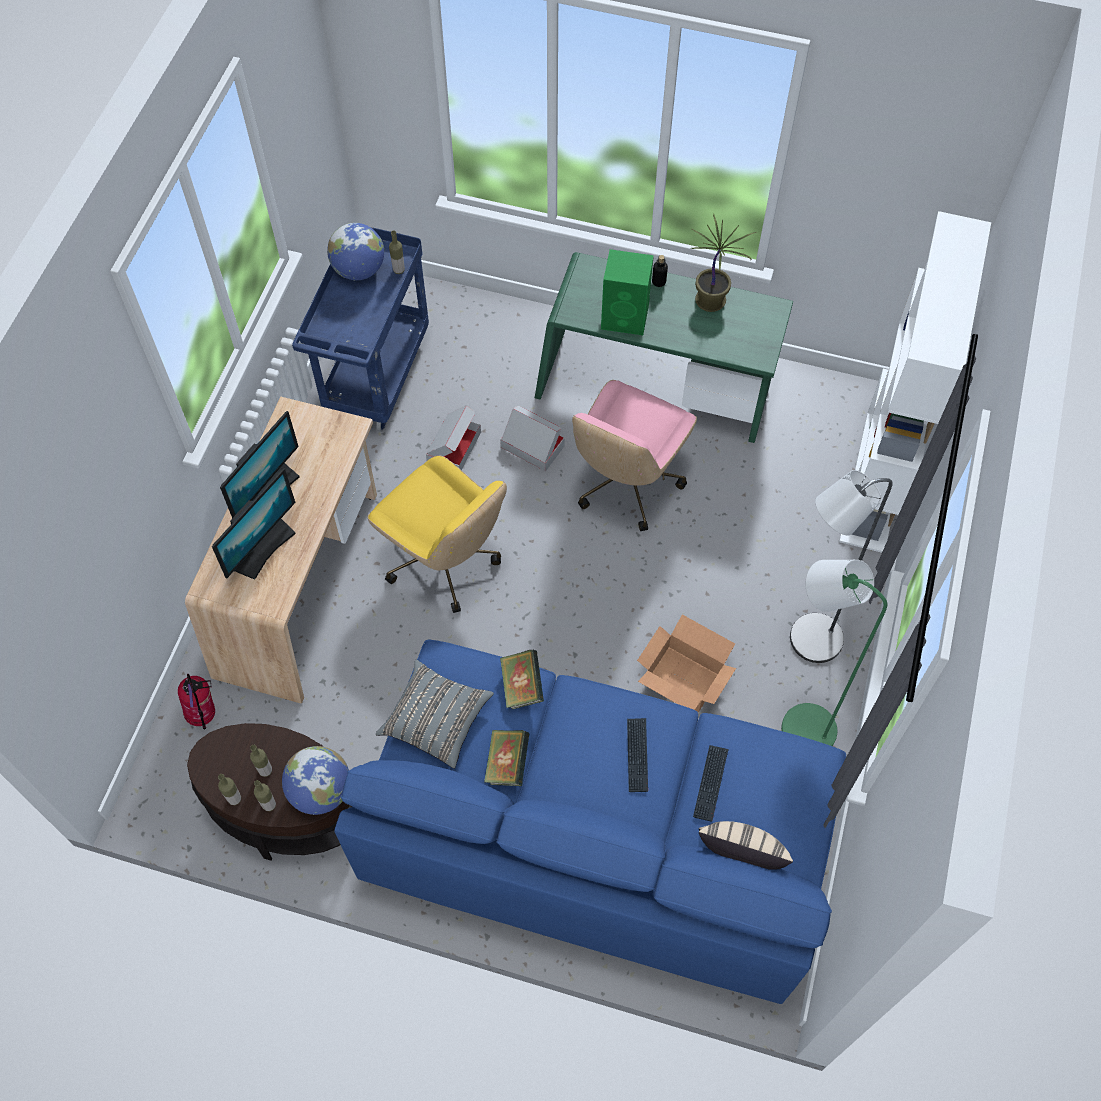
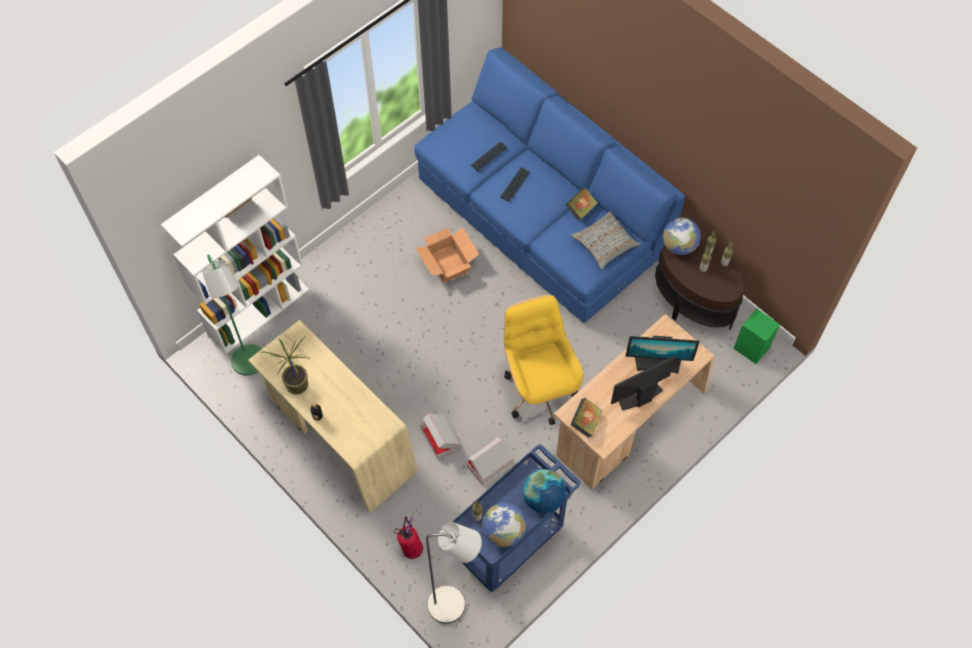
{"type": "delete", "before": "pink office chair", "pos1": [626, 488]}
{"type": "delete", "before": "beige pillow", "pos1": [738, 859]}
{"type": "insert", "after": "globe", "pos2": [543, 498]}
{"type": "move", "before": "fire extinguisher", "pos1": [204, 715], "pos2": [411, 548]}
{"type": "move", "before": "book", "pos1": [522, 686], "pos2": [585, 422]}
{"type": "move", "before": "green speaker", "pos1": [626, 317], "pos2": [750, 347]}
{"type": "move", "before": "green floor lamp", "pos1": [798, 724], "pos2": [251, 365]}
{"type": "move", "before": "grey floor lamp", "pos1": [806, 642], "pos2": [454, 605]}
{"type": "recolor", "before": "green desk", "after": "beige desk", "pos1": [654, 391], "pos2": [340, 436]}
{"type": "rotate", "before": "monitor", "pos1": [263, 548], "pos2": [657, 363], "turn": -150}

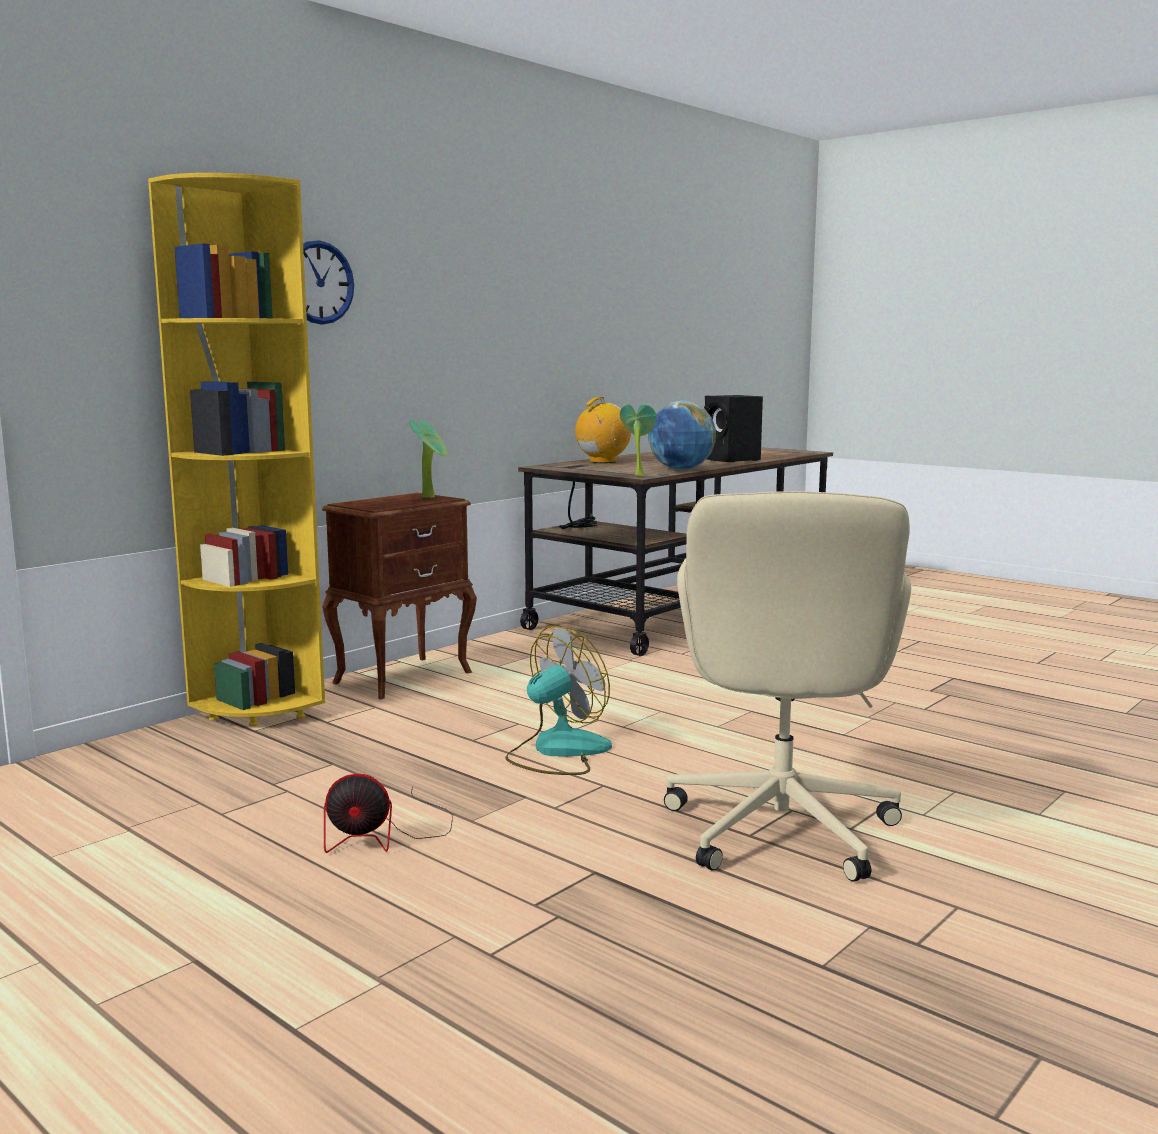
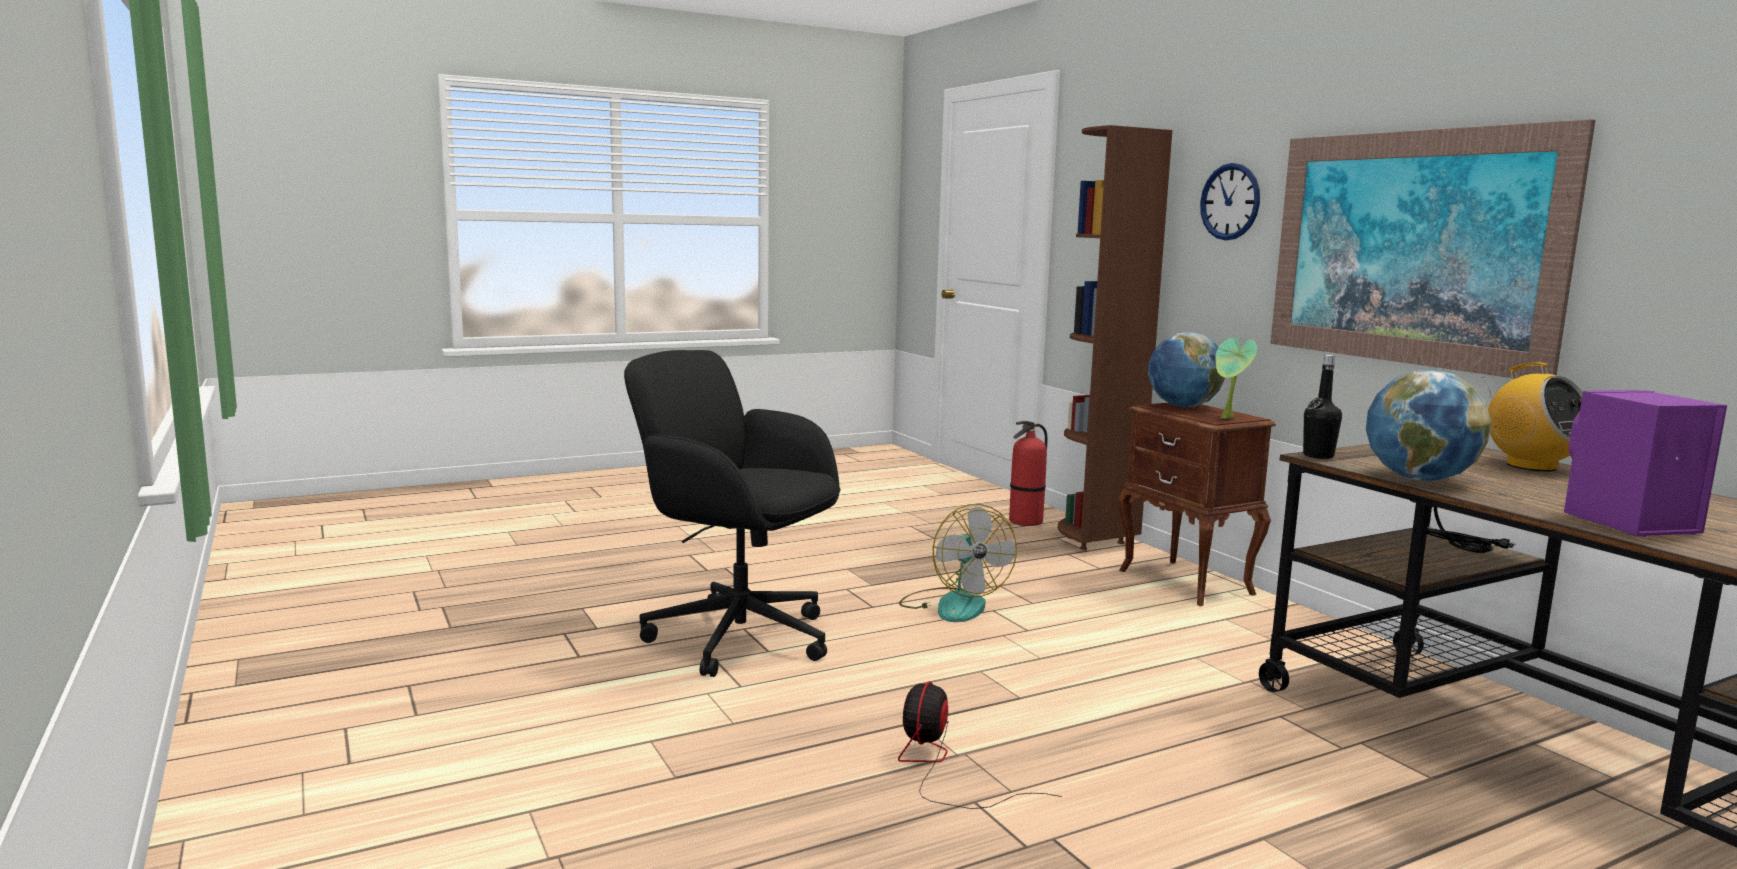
{"type": "insert", "after": "fire extinguisher", "pos2": [1026, 522]}
{"type": "insert", "after": "globe", "pos2": [1183, 407]}
{"type": "insert", "after": "picture", "pos2": [1411, 248]}
{"type": "move", "before": "fan", "pos1": [385, 835], "pos2": [941, 767]}
{"type": "replace", "before": "potted plant", "after": "black bottle", "pos1": [637, 476], "pos2": [1318, 456]}
{"type": "recolor", "before": "yellow bookcase", "after": "brown bookcase", "pos1": [258, 716], "pos2": [1090, 539]}
{"type": "recolor", "before": "beige office chair", "after": "black office chair", "pos1": [780, 831], "pos2": [738, 638]}
{"type": "recolor", "before": "black speaker", "after": "purple speaker", "pos1": [732, 460], "pos2": [1626, 523]}

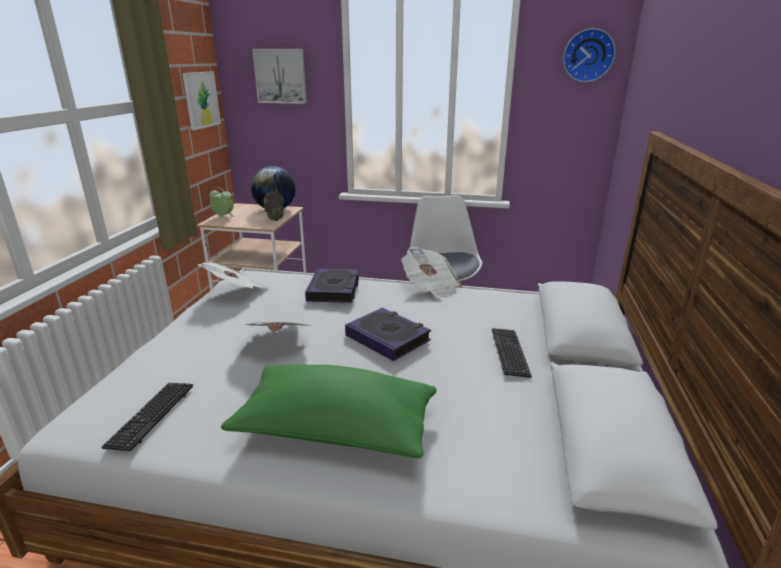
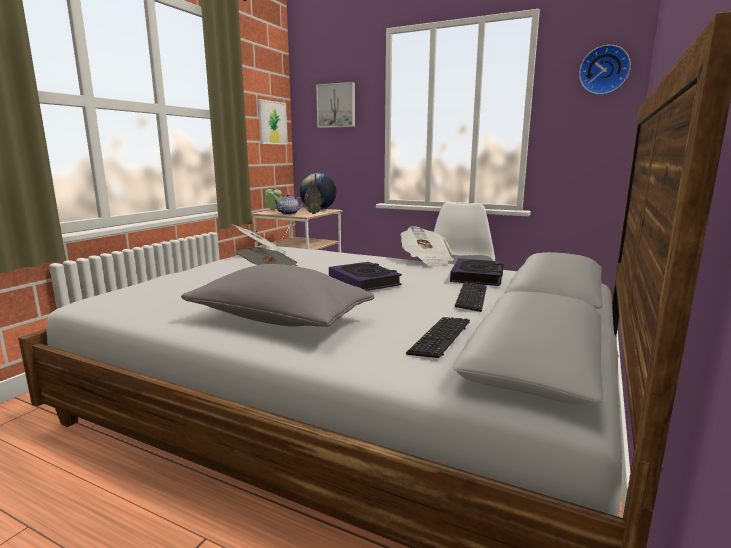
{"type": "insert", "after": "teapot", "pos2": [289, 214]}
{"type": "move", "before": "keyboard", "pos1": [151, 416], "pos2": [440, 338]}
{"type": "move", "before": "book", "pos1": [334, 290], "pos2": [477, 277]}
{"type": "recolor", "before": "green pillow", "after": "grey pillow", "pos1": [335, 430], "pos2": [279, 321]}

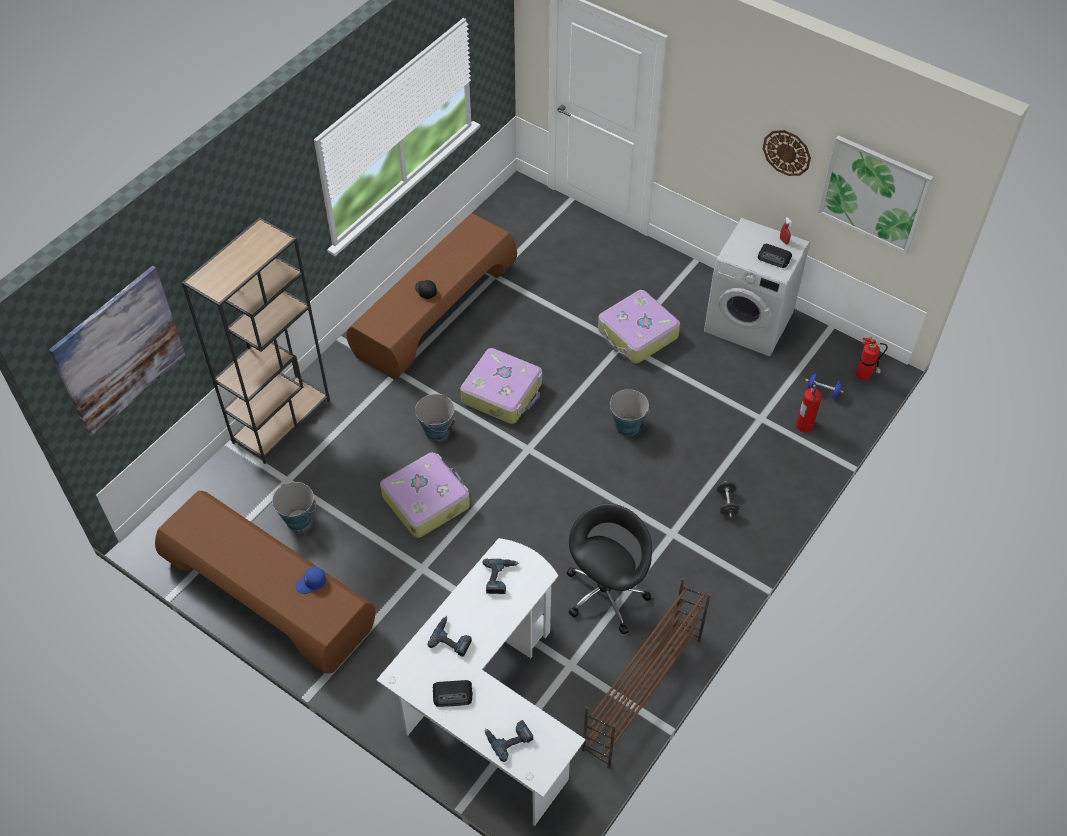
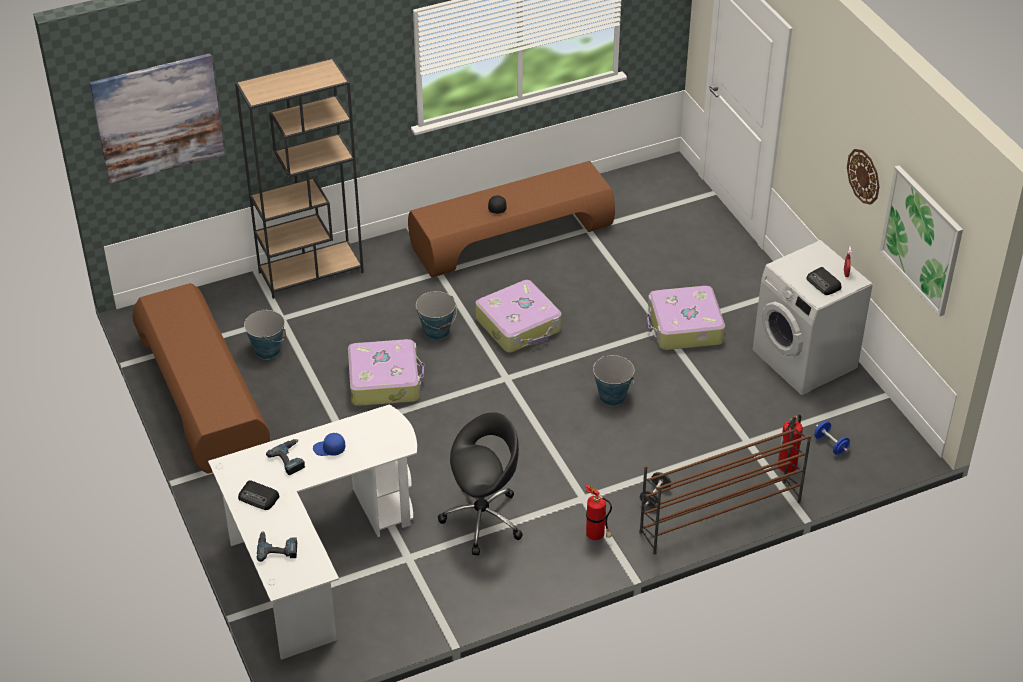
{"type": "delete", "before": "power drill", "pos1": [500, 577]}
{"type": "move", "before": "blue cap", "pos1": [311, 583], "pos2": [329, 449]}
{"type": "move", "before": "brown shoe rack", "pos1": [641, 694], "pos2": [719, 517]}
{"type": "move", "before": "fire extinguisher", "pos1": [865, 376], "pos2": [597, 536]}

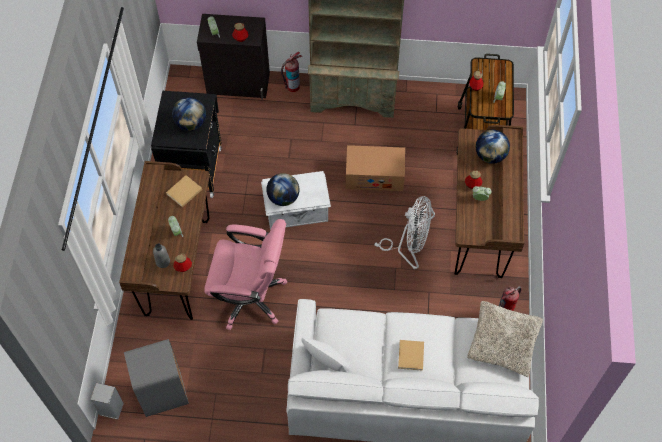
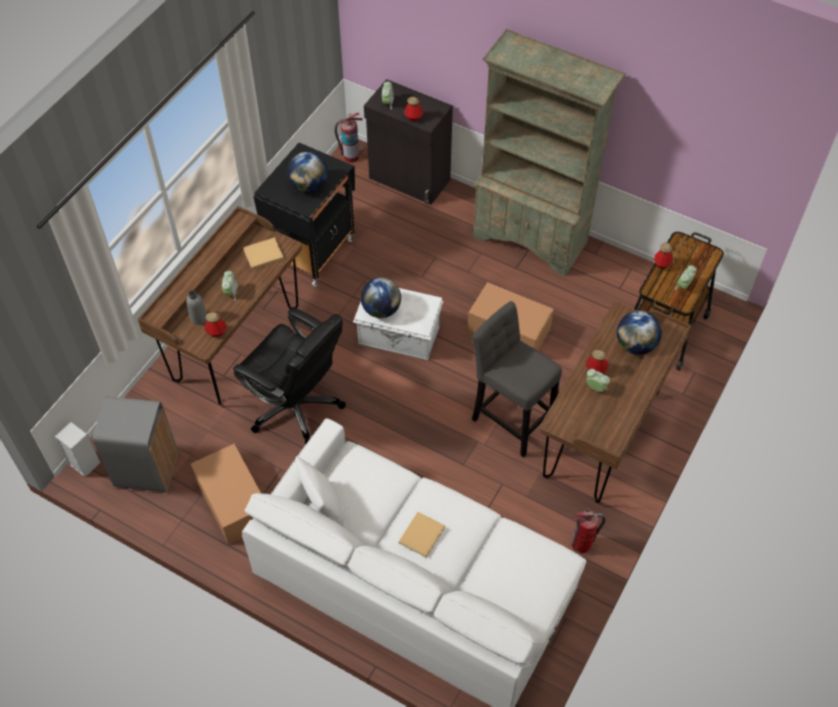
{"type": "delete", "before": "beige pillow", "pos1": [502, 342]}
{"type": "insert", "after": "cardboard box", "pos2": [233, 502]}
{"type": "move", "before": "fire extinguisher", "pos1": [292, 86], "pos2": [351, 156]}
{"type": "replace", "before": "white fan", "after": "grey stool", "pos1": [409, 242], "pos2": [509, 420]}
{"type": "recolor", "before": "pink office chair", "after": "black office chair", "pos1": [249, 296], "pos2": [295, 406]}

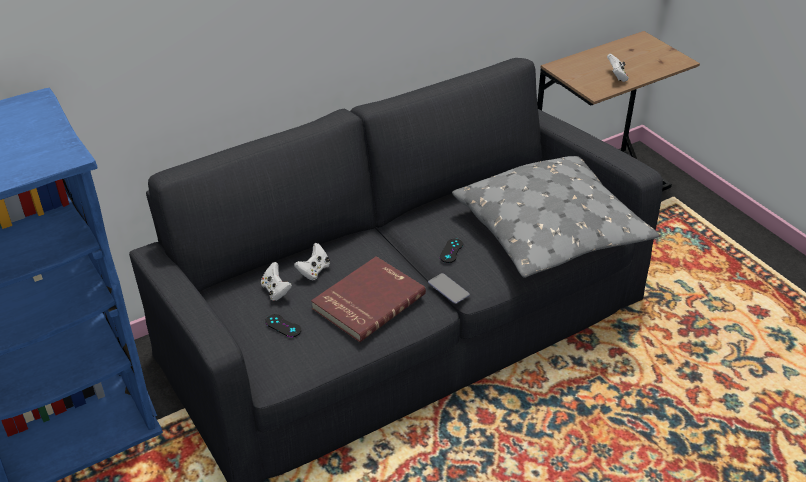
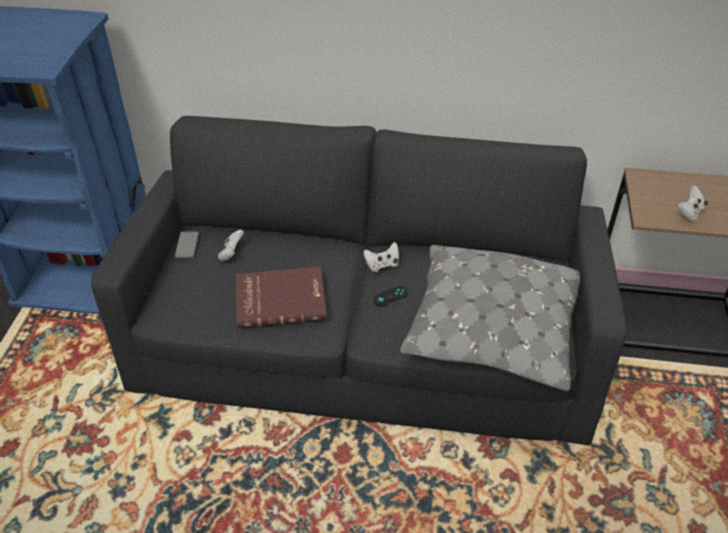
{"type": "delete", "before": "black game controller", "pos1": [283, 326]}
{"type": "move", "before": "white game controller", "pos1": [314, 271], "pos2": [382, 265]}
{"type": "move", "before": "phone", "pos1": [448, 289], "pos2": [187, 245]}

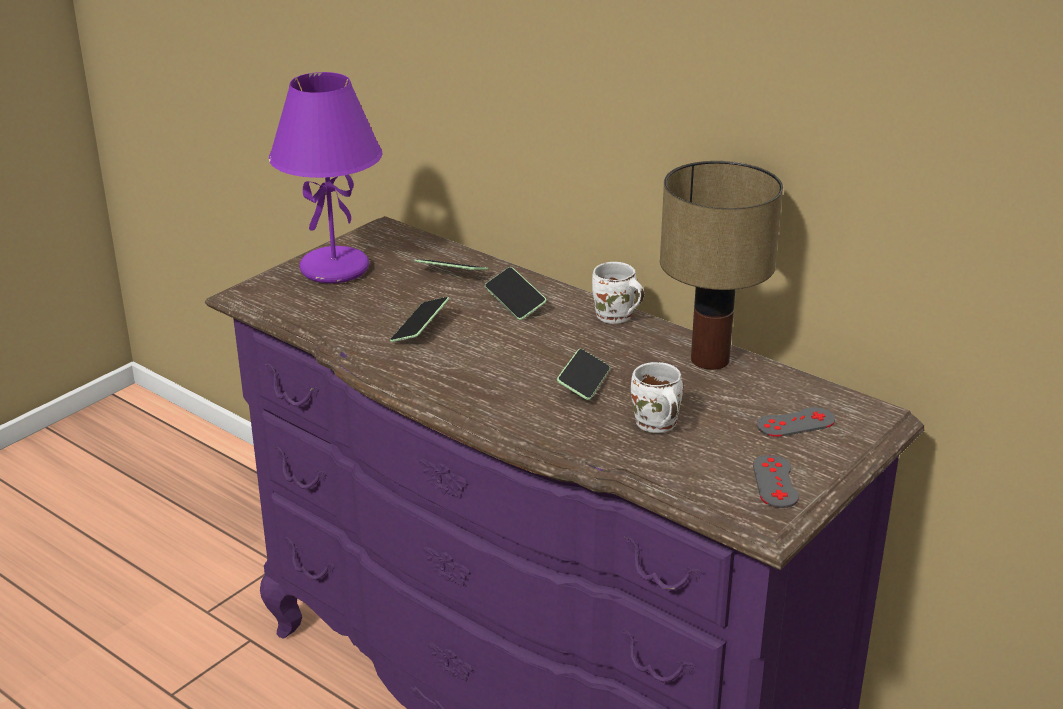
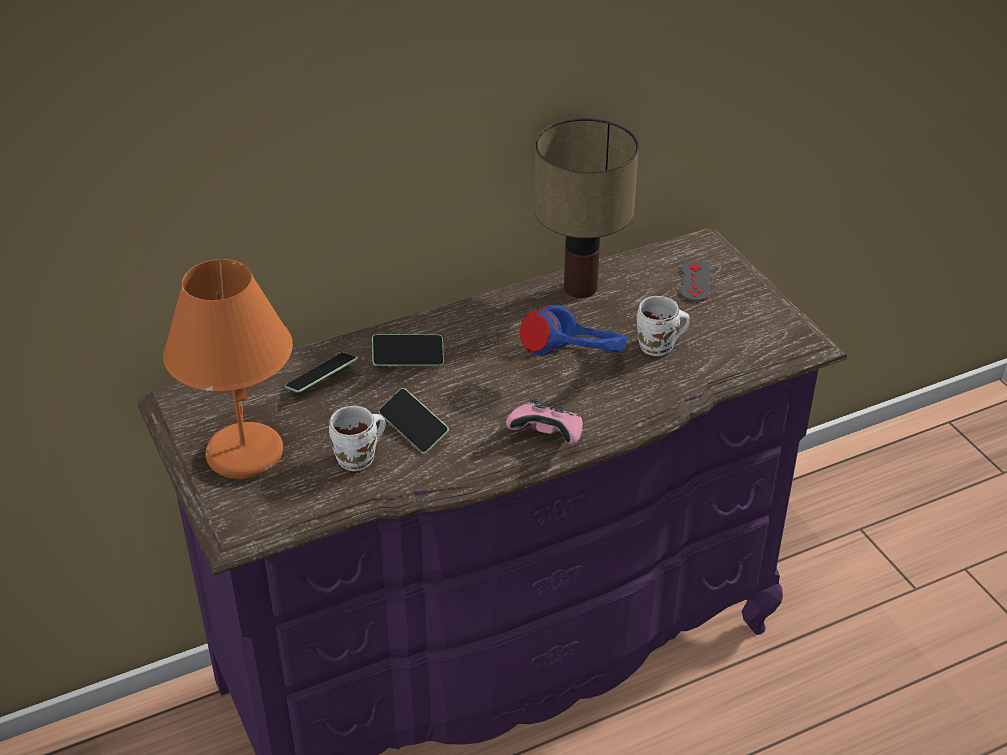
{"type": "delete", "before": "grey game controller", "pos1": [775, 481]}
{"type": "insert", "after": "pink game controller", "pos2": [547, 436]}
{"type": "move", "before": "white mug", "pos1": [614, 318], "pos2": [359, 460]}
{"type": "replace", "before": "phone", "after": "blue headphones", "pos1": [583, 384], "pos2": [574, 363]}
{"type": "recolor", "before": "purple table lamp", "after": "orange table lamp", "pos1": [335, 268], "pos2": [243, 453]}

